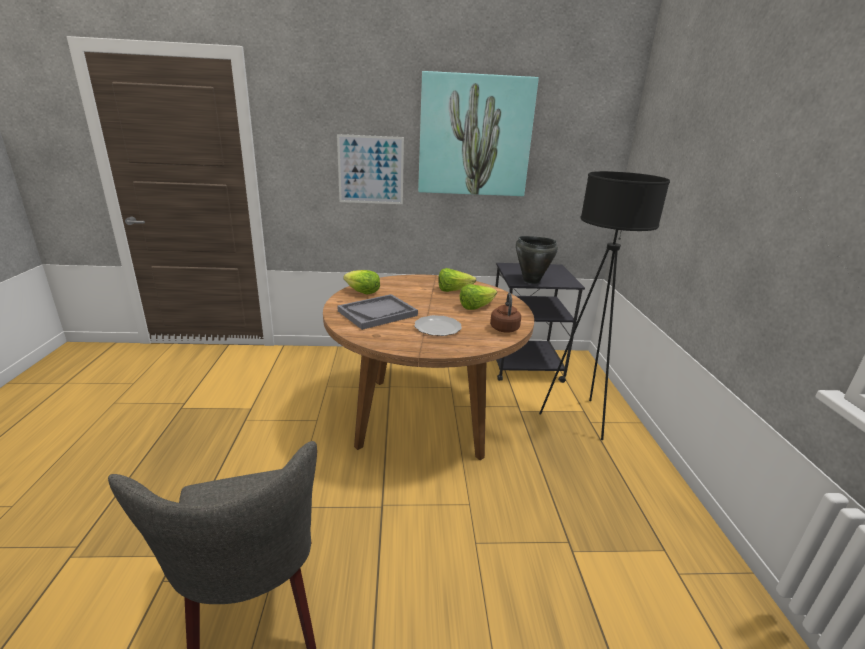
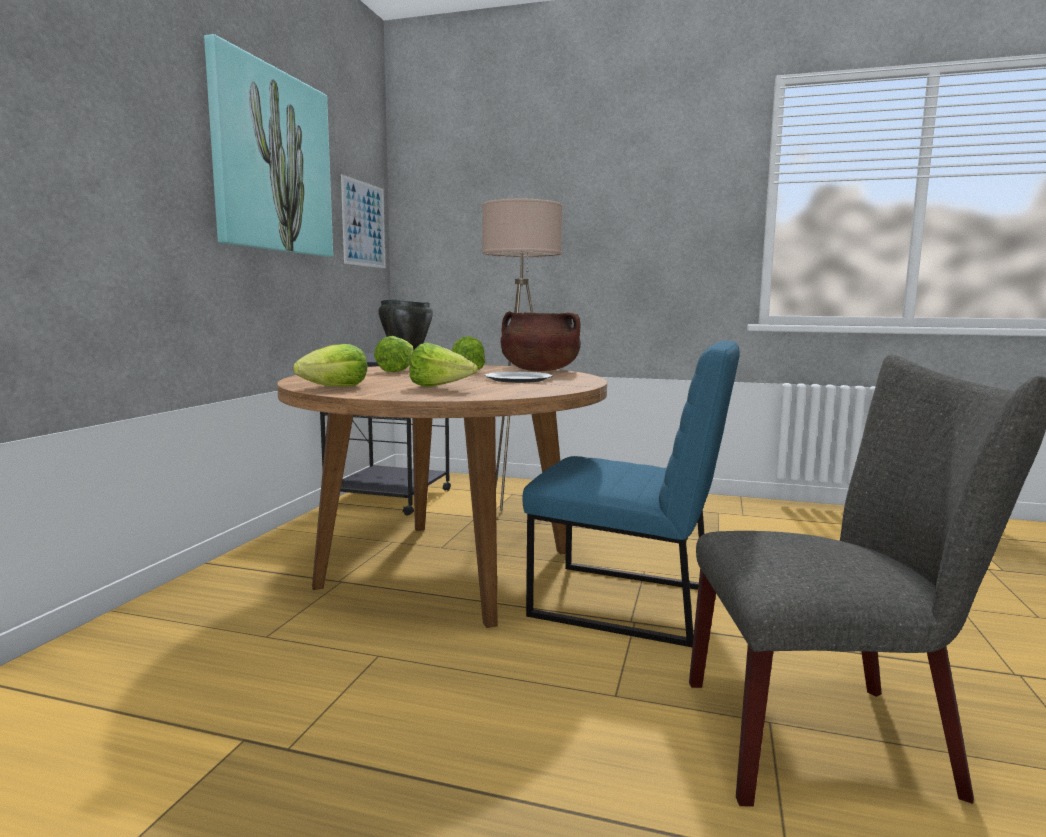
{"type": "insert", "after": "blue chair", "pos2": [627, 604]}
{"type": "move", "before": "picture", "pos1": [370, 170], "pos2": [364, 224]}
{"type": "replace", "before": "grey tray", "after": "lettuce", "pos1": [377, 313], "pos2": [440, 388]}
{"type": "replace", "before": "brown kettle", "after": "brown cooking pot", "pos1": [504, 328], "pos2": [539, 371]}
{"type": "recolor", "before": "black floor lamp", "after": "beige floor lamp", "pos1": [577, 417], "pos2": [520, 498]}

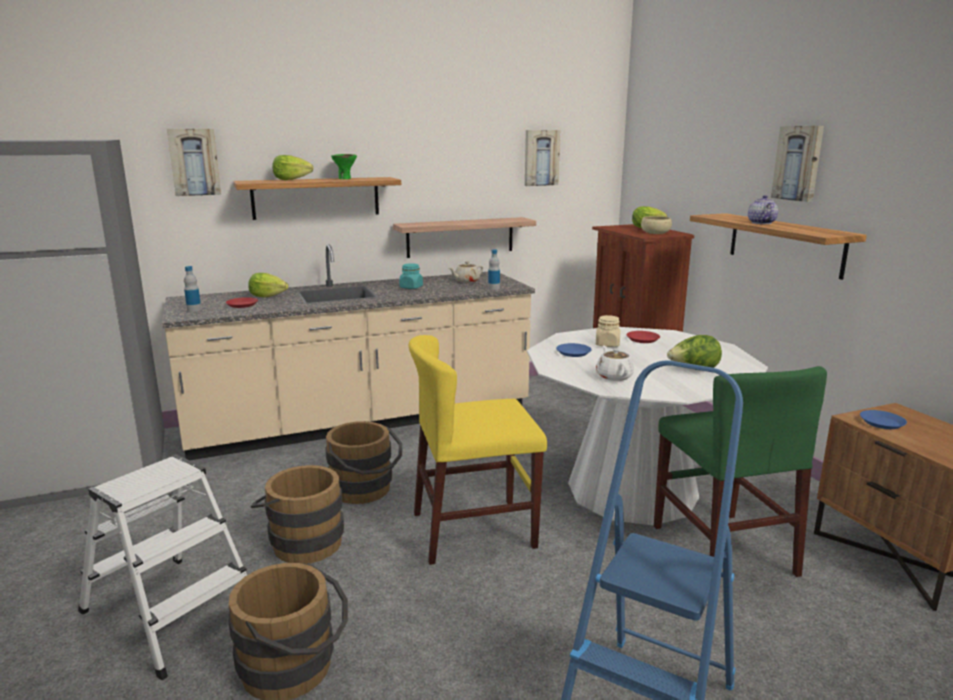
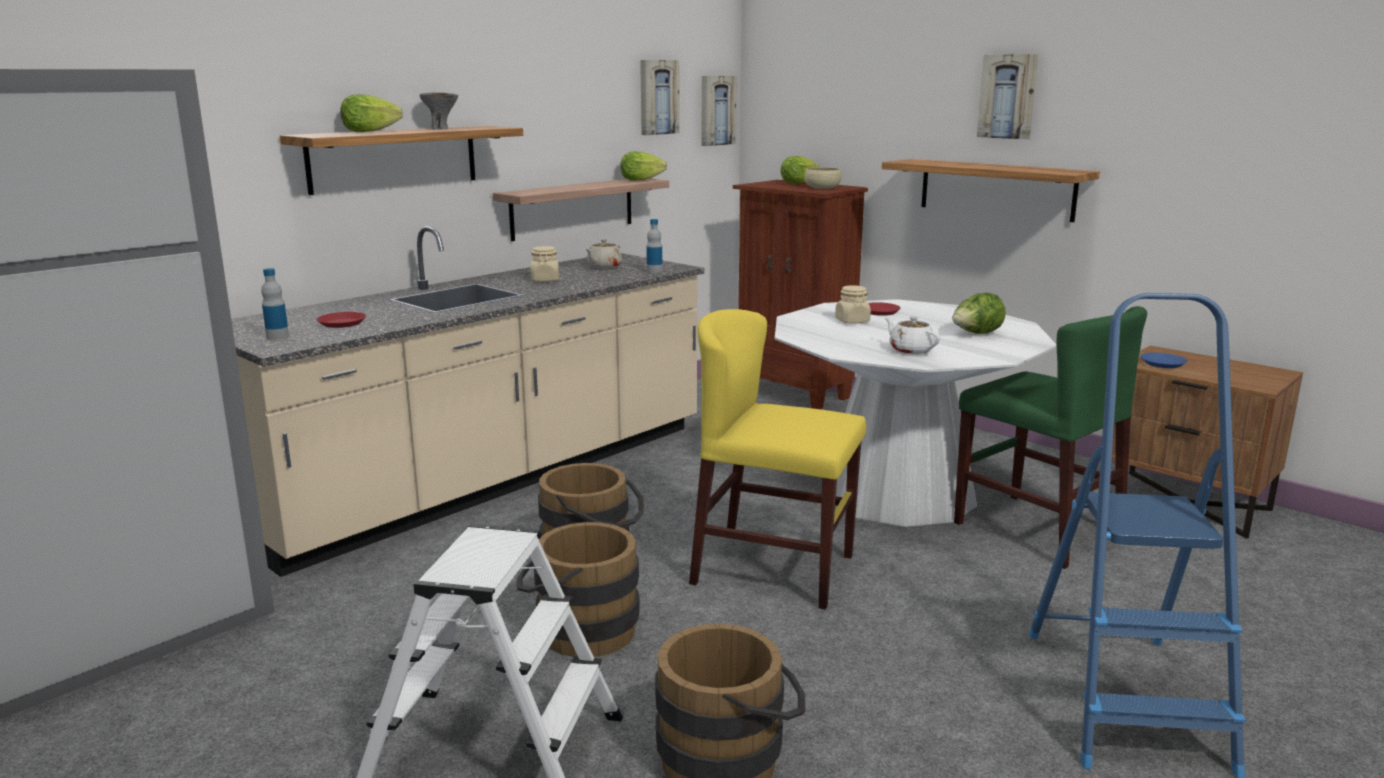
{"type": "delete", "before": "blue plate", "pos1": [573, 352]}
{"type": "delete", "before": "teapot", "pos1": [760, 223]}
{"type": "move", "before": "picture", "pos1": [194, 162], "pos2": [716, 110]}
{"type": "move", "before": "lettuce", "pos1": [267, 296], "pos2": [640, 180]}
{"type": "recolor", "before": "green bowl", "after": "grey bowl", "pos1": [345, 178], "pos2": [441, 128]}
{"type": "recolor", "before": "turquoise jar", "after": "beige jar", "pos1": [411, 287], "pos2": [545, 280]}
{"type": "rotate", "before": "yellow chair", "pos1": [473, 530], "pos2": [773, 569], "turn": 60}

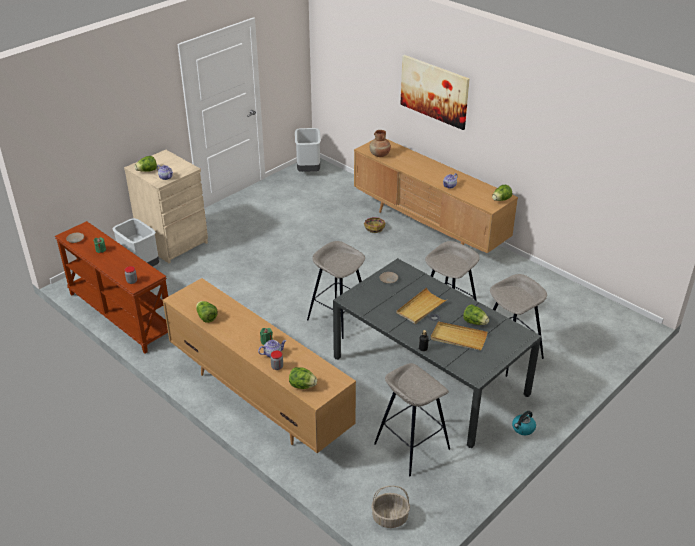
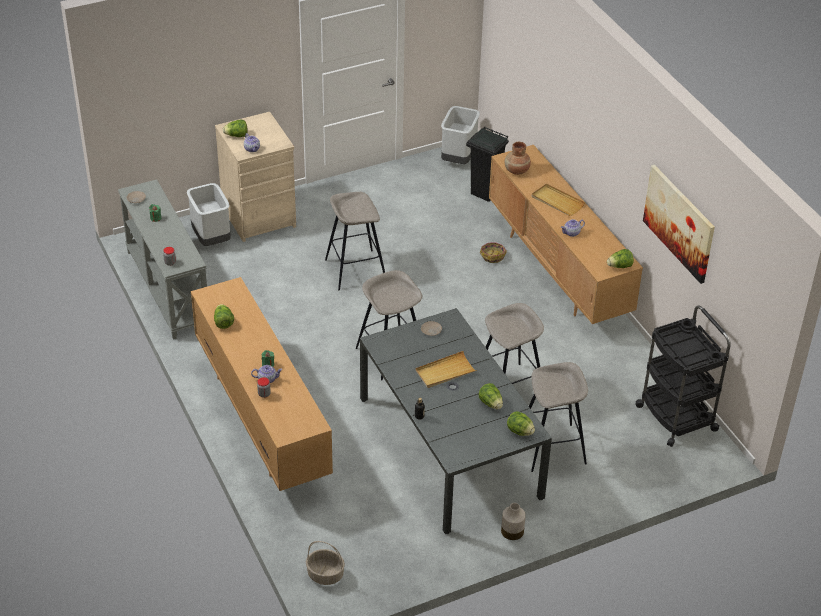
{"type": "insert", "after": "black trash can", "pos2": [485, 193]}
{"type": "insert", "after": "black cart", "pos2": [675, 417]}
{"type": "move", "before": "lettuce", "pos1": [302, 385], "pos2": [520, 431]}
{"type": "move", "before": "grey stool", "pos1": [411, 446], "pos2": [355, 270]}
{"type": "move", "before": "picture", "pos1": [434, 91], "pos2": [679, 223]}
{"type": "move", "before": "beige tray", "pos1": [458, 338], "pos2": [557, 201]}
{"type": "replace", "before": "kettle", "after": "beige vase", "pos1": [523, 428], "pos2": [512, 531]}
{"type": "recolor", "before": "brown console table", "after": "grey console table", "pos1": [119, 315], "pos2": [167, 289]}

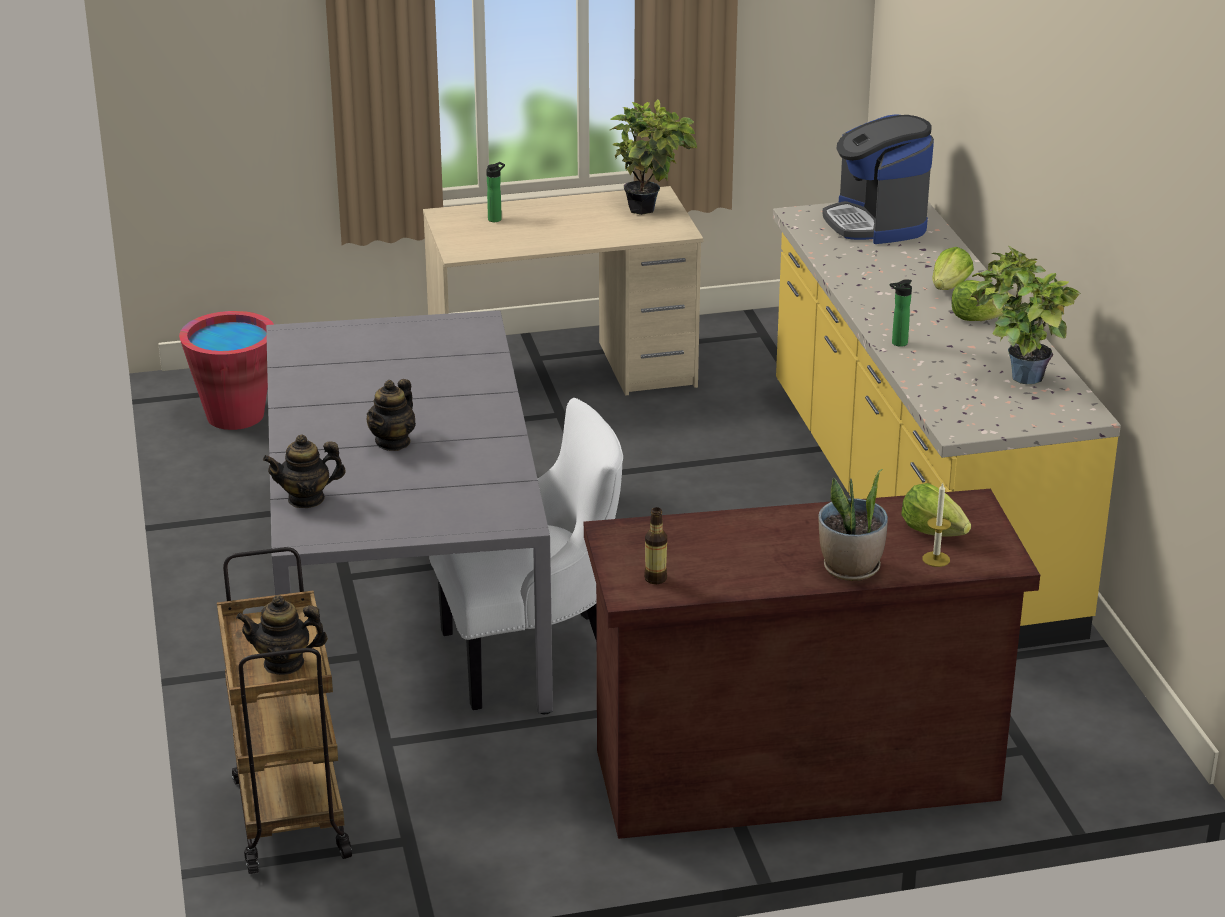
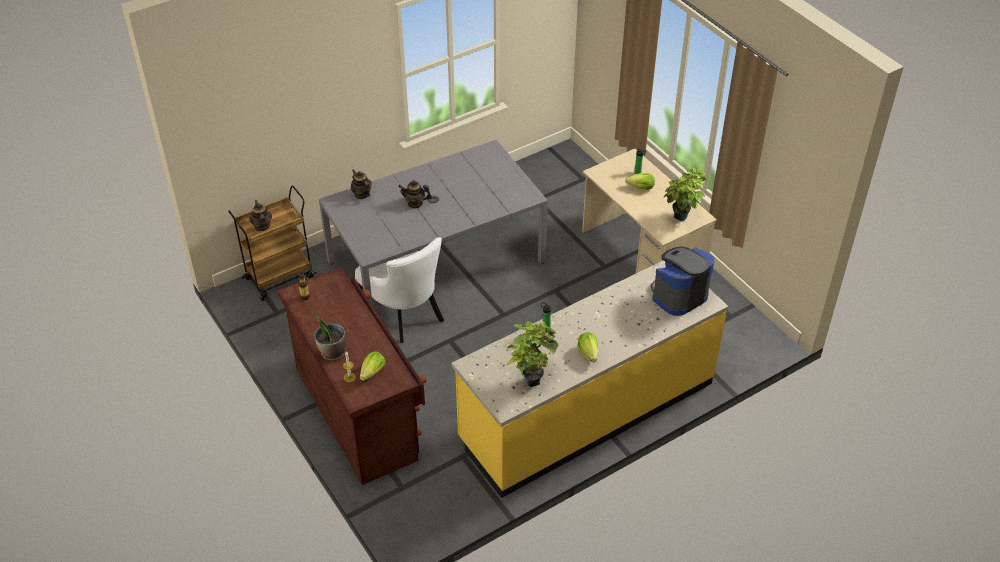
{"type": "delete", "before": "red bucket", "pos1": [235, 415]}
{"type": "move", "before": "lettuce", "pos1": [949, 287], "pos2": [641, 188]}

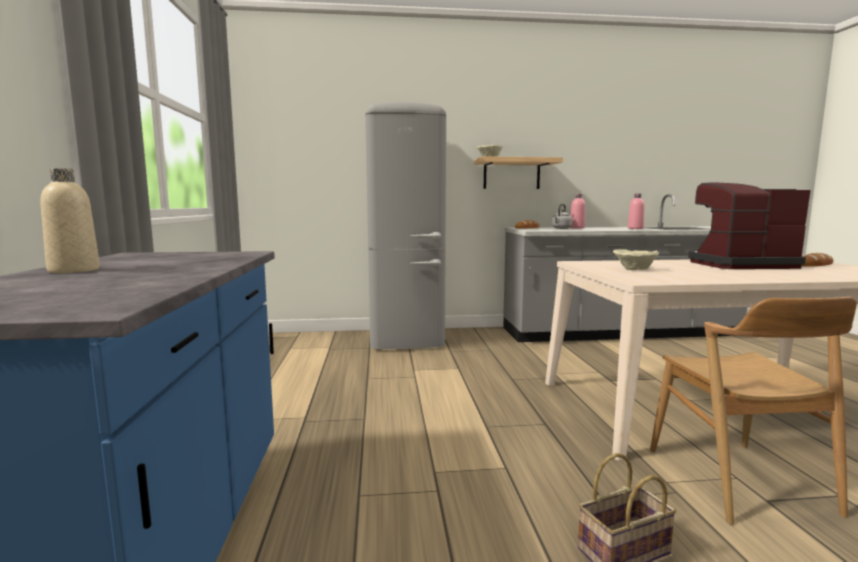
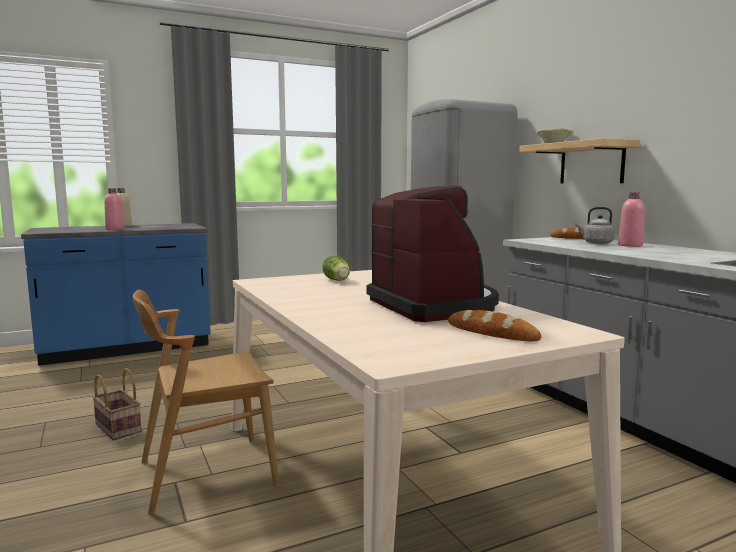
{"type": "move", "before": "pink bottle", "pos1": [635, 228], "pos2": [115, 229]}
{"type": "replace", "before": "beige bowl", "after": "lettuce", "pos1": [633, 269], "pos2": [337, 280]}

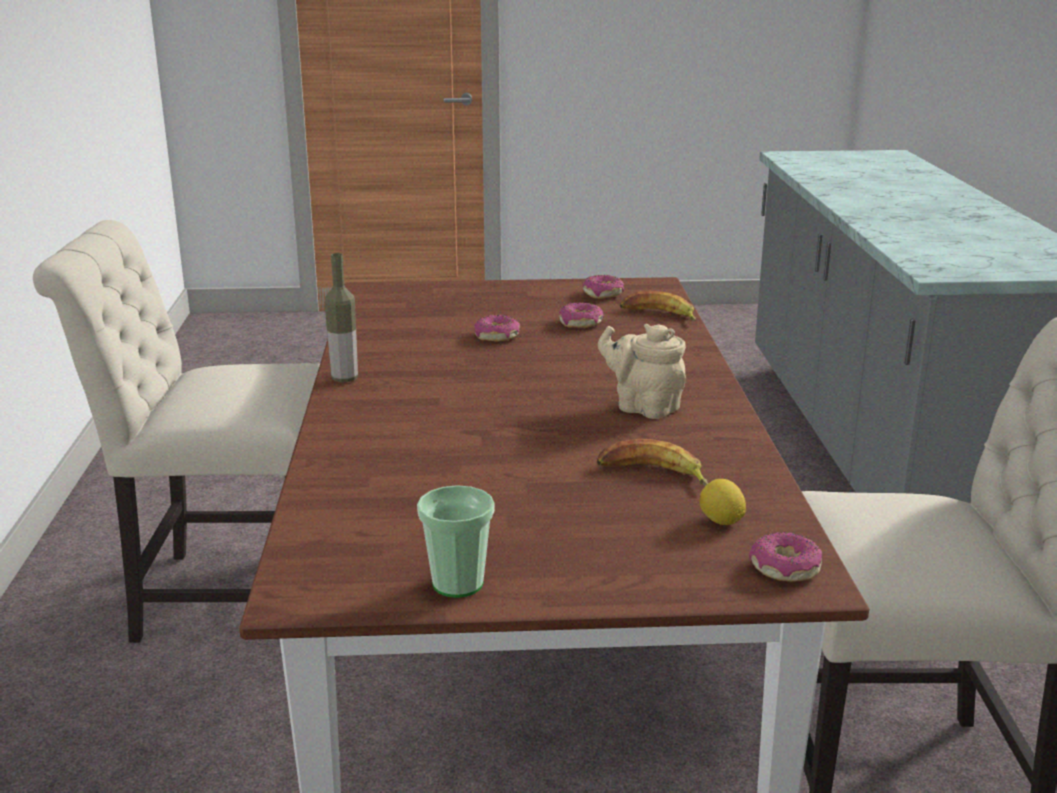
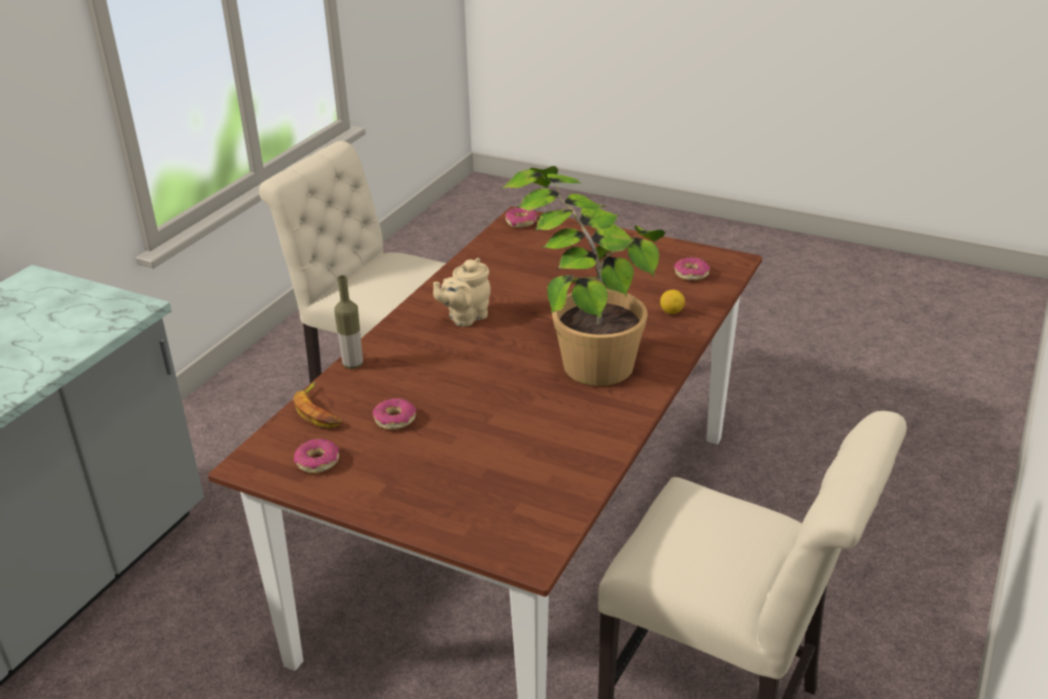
{"type": "delete", "before": "cup", "pos1": [458, 584]}
{"type": "delete", "before": "banana", "pos1": [652, 473]}
{"type": "insert", "after": "potted plant", "pos2": [582, 347]}
{"type": "move", "before": "bottle", "pos1": [344, 379], "pos2": [353, 364]}
{"type": "move", "before": "donut", "pos1": [497, 336], "pos2": [691, 274]}
{"type": "move", "before": "lemon", "pos1": [721, 521], "pos2": [671, 312]}
{"type": "rotate", "before": "beige teapot", "pos1": [643, 407], "pos2": [465, 317], "turn": 75}

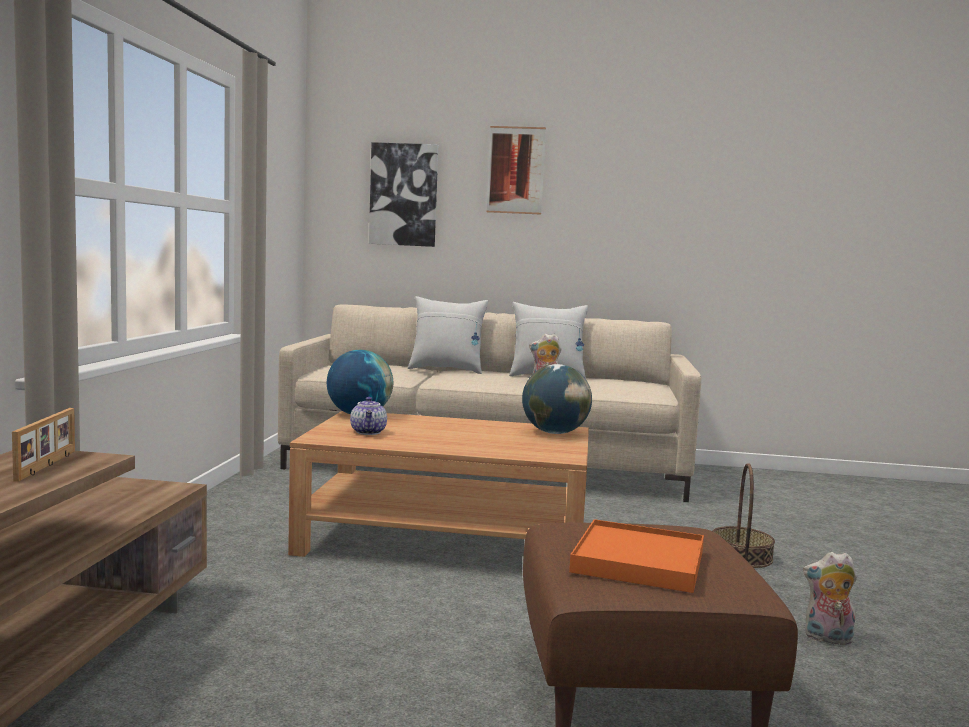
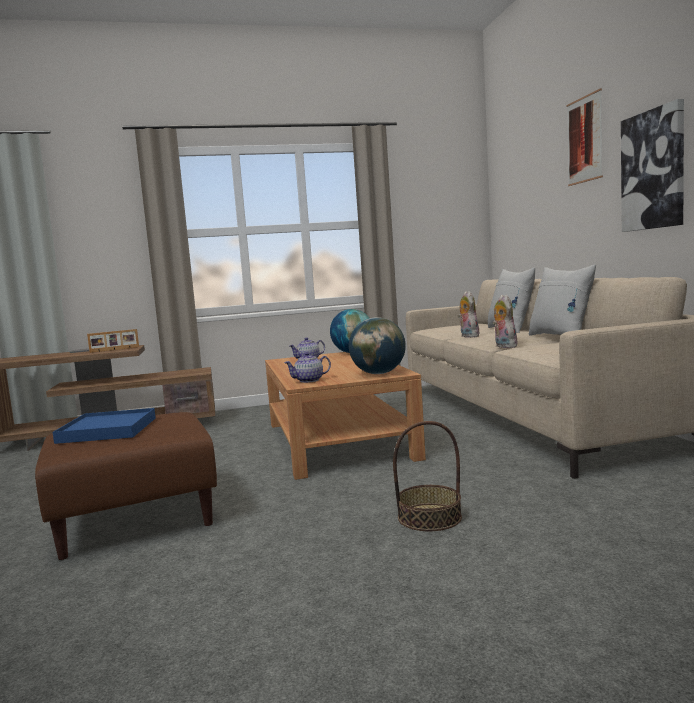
{"type": "insert", "after": "teapot", "pos2": [309, 380]}
{"type": "move", "before": "picture", "pos1": [404, 195], "pos2": [653, 170]}
{"type": "move", "before": "plush toy", "pos1": [827, 639], "pos2": [468, 336]}
{"type": "recolor", "before": "orange tray", "after": "blue tray", "pos1": [638, 562], "pos2": [108, 430]}

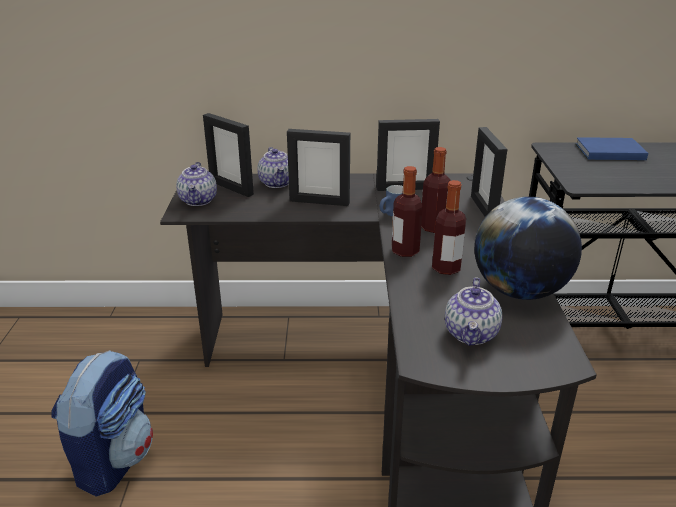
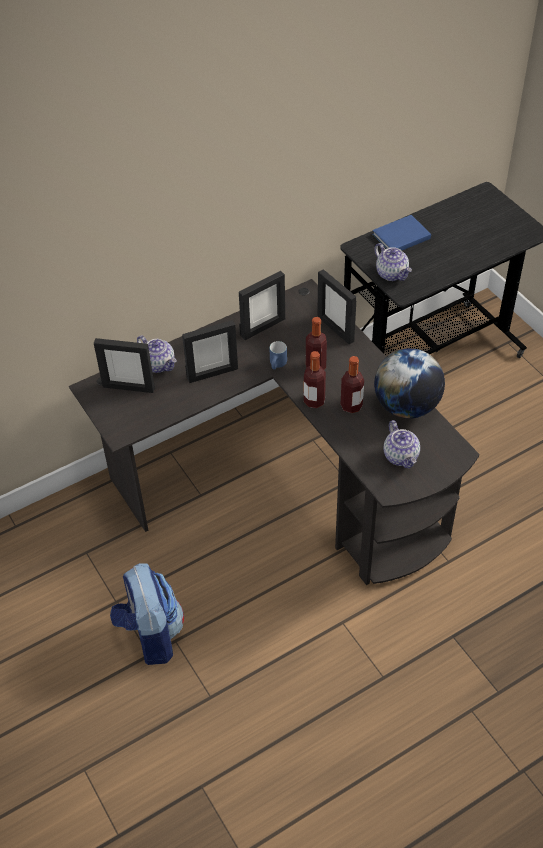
{"type": "move", "before": "teapot", "pos1": [199, 200], "pos2": [392, 274]}

